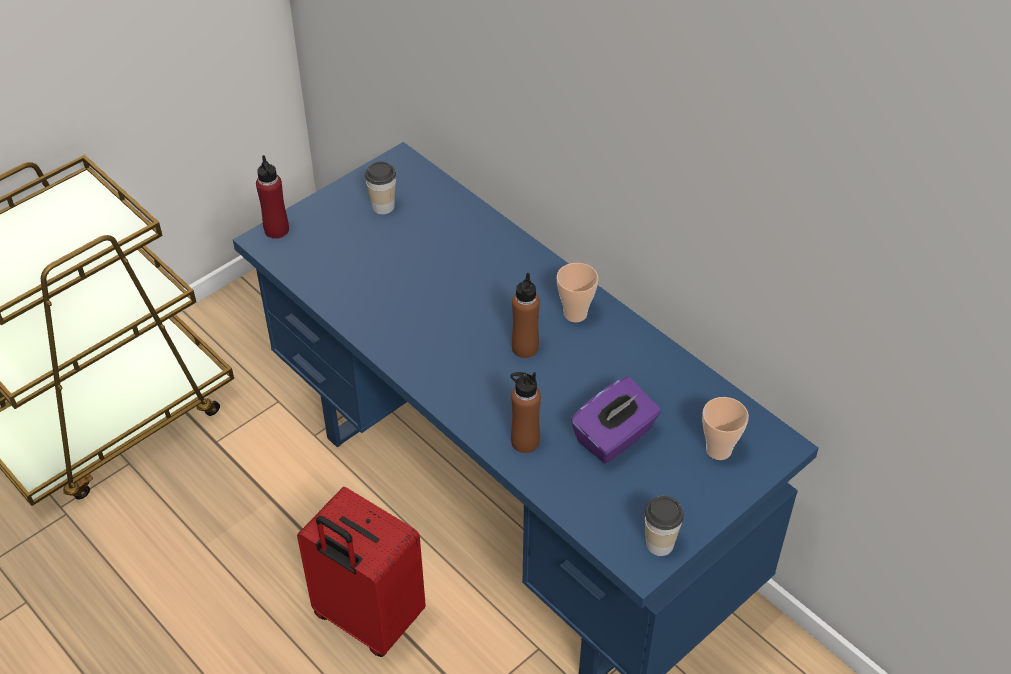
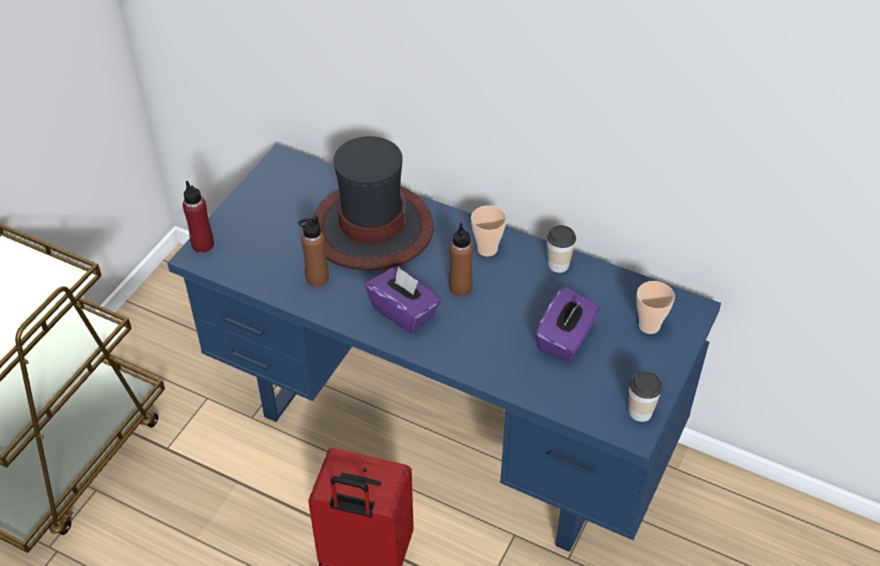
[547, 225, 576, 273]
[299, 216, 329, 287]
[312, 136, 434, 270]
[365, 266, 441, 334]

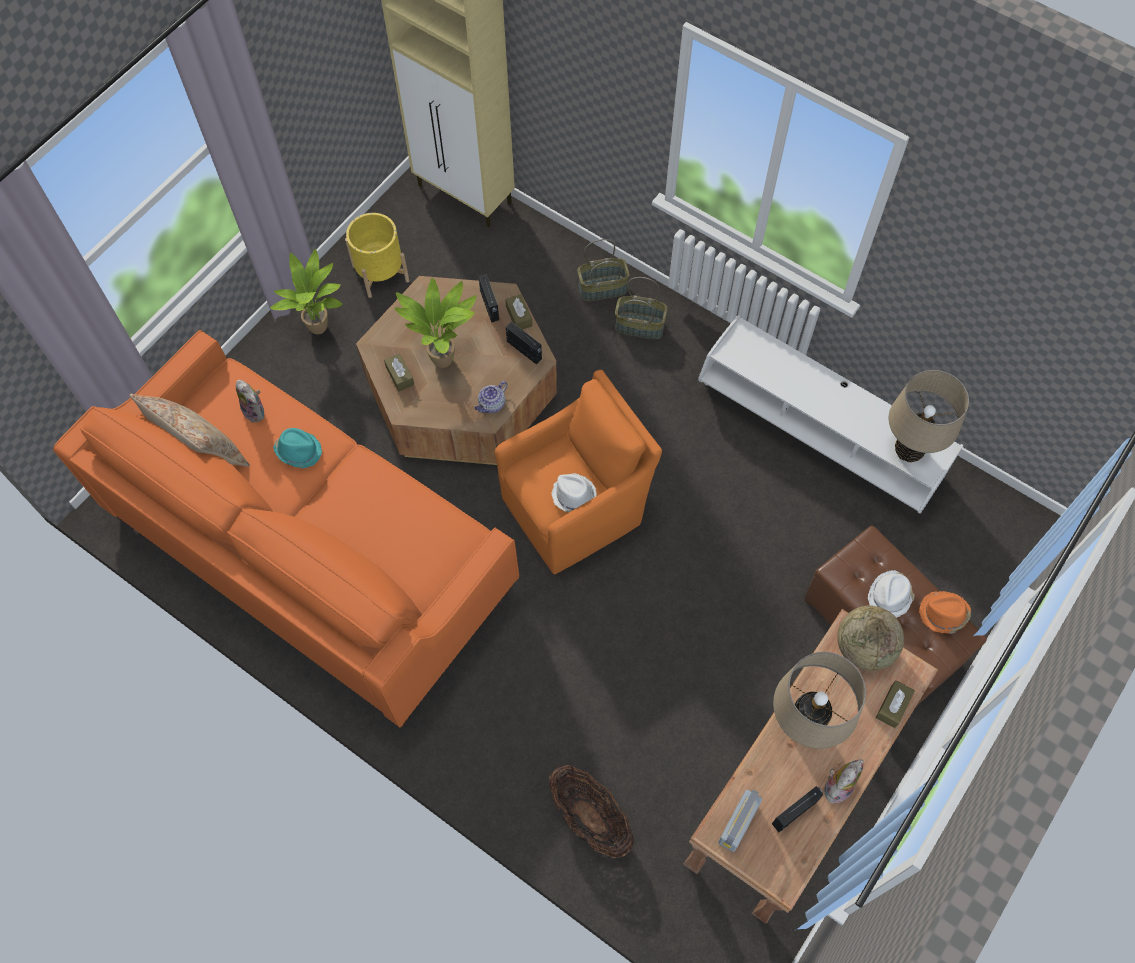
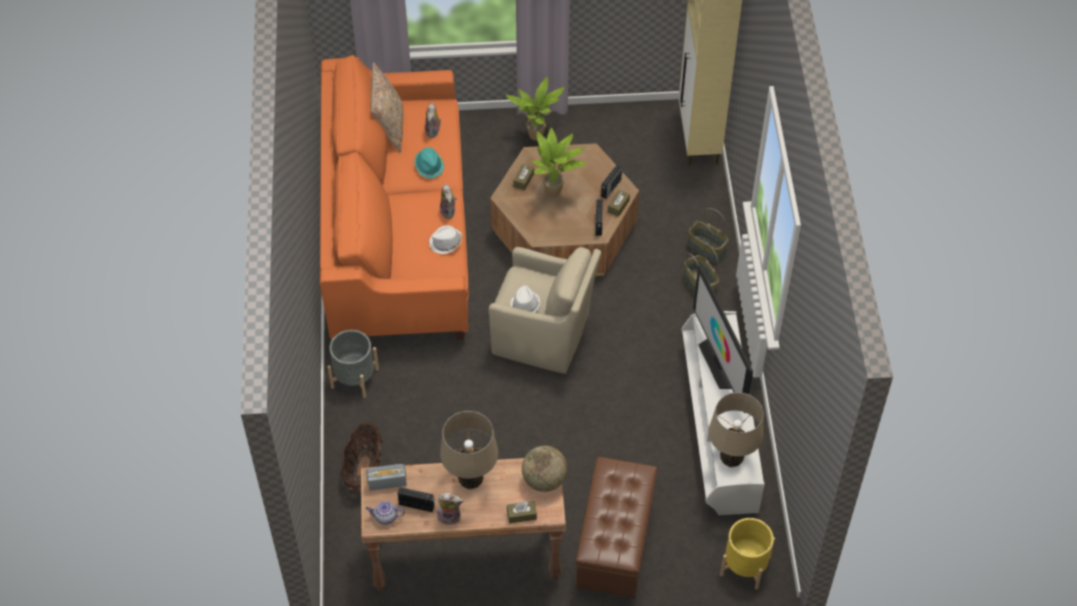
[720, 518, 775, 590]
[366, 501, 405, 525]
[489, 247, 601, 374]
[429, 226, 462, 254]
[919, 591, 971, 634] (first image)
[327, 330, 379, 398]
[440, 184, 457, 219]
[693, 264, 753, 413]

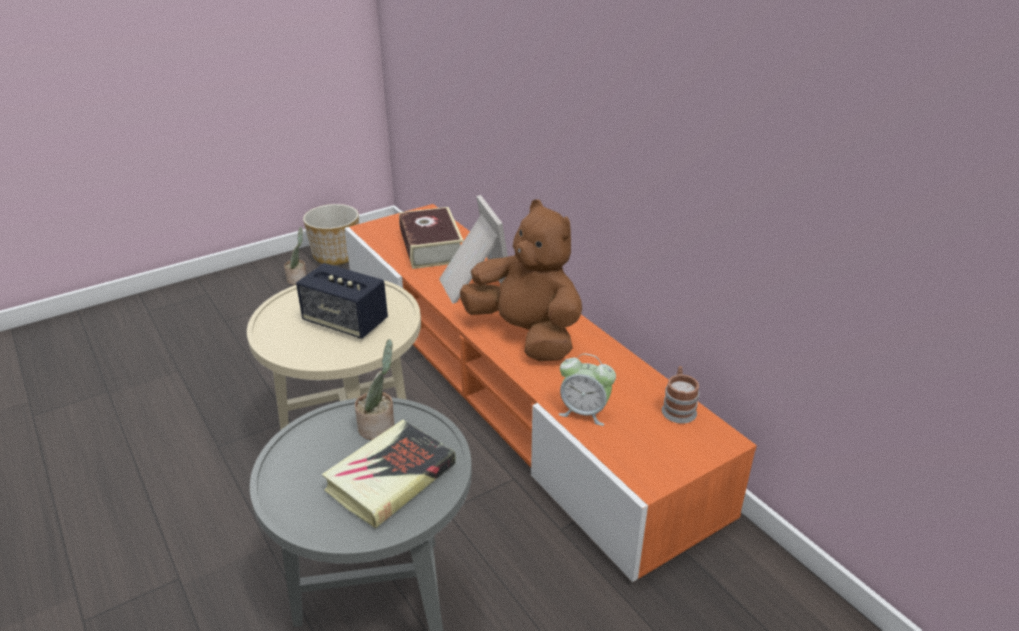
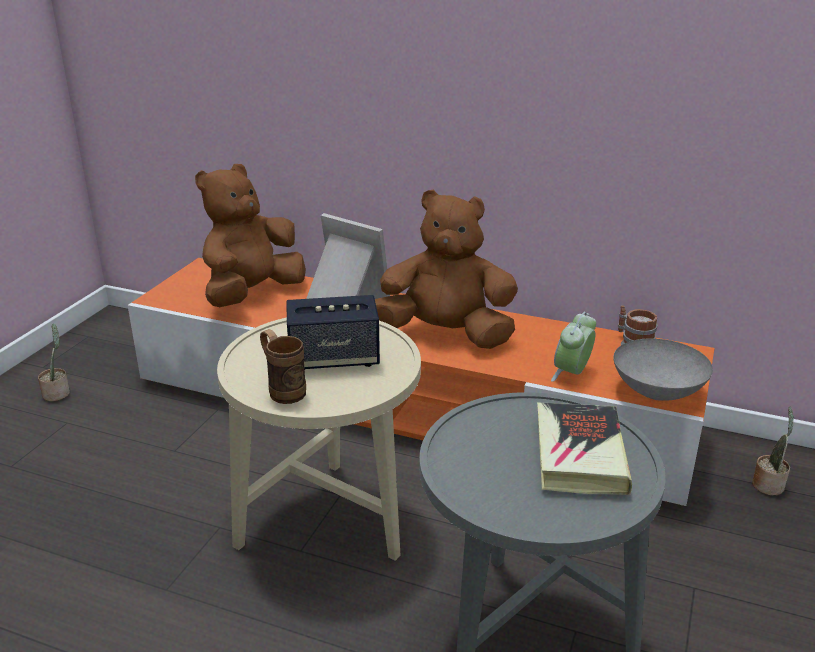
[303, 204, 359, 265] (first image)
[752, 406, 794, 495]
[195, 164, 306, 307]
[551, 312, 596, 382]
[260, 329, 306, 404]
[613, 338, 713, 401]

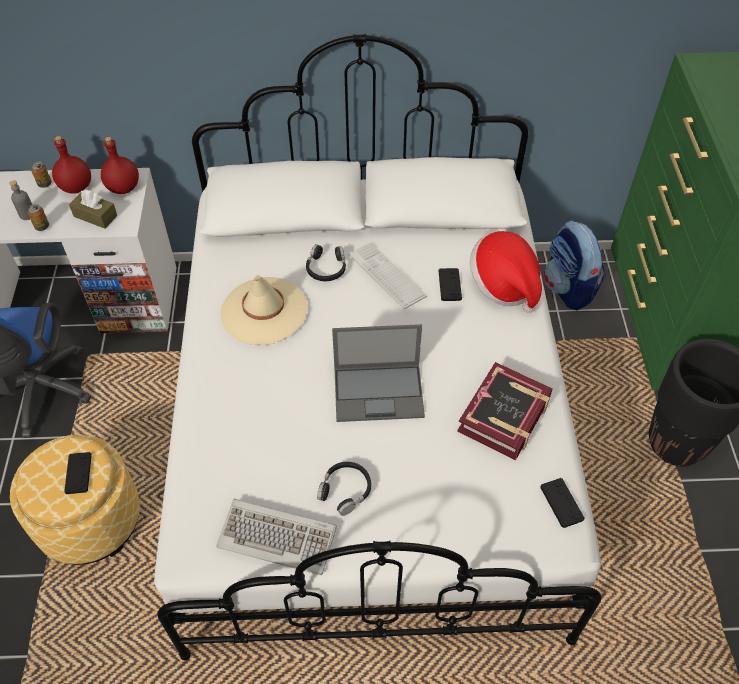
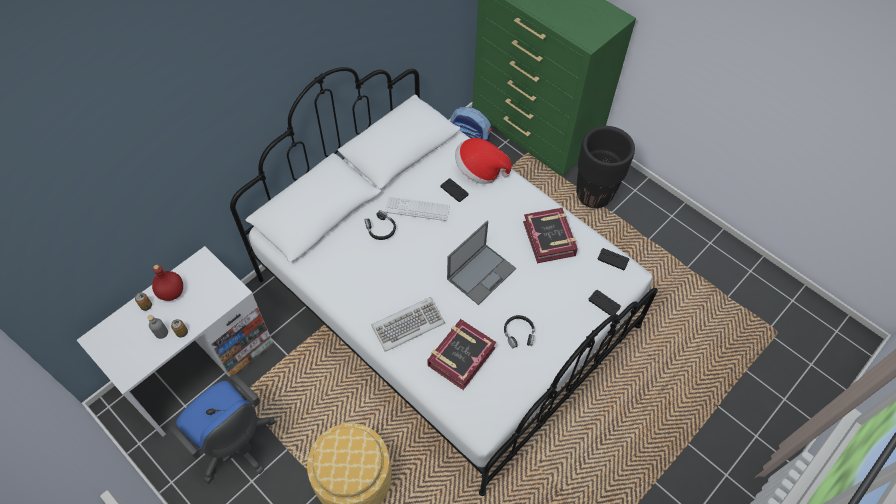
[588, 290, 621, 316]
[69, 190, 117, 229] (first image)
[101, 137, 139, 194] (first image)
[371, 297, 445, 352]
[220, 275, 308, 345] (first image)
[427, 319, 496, 390]

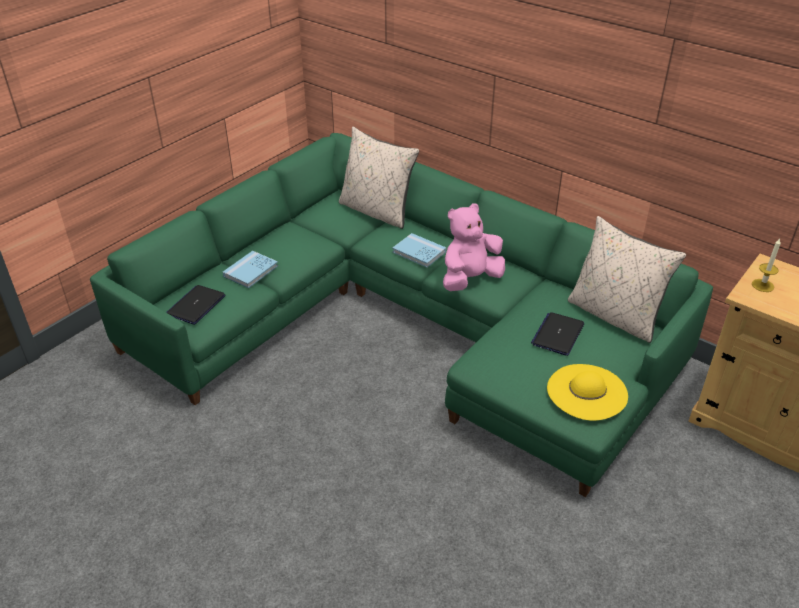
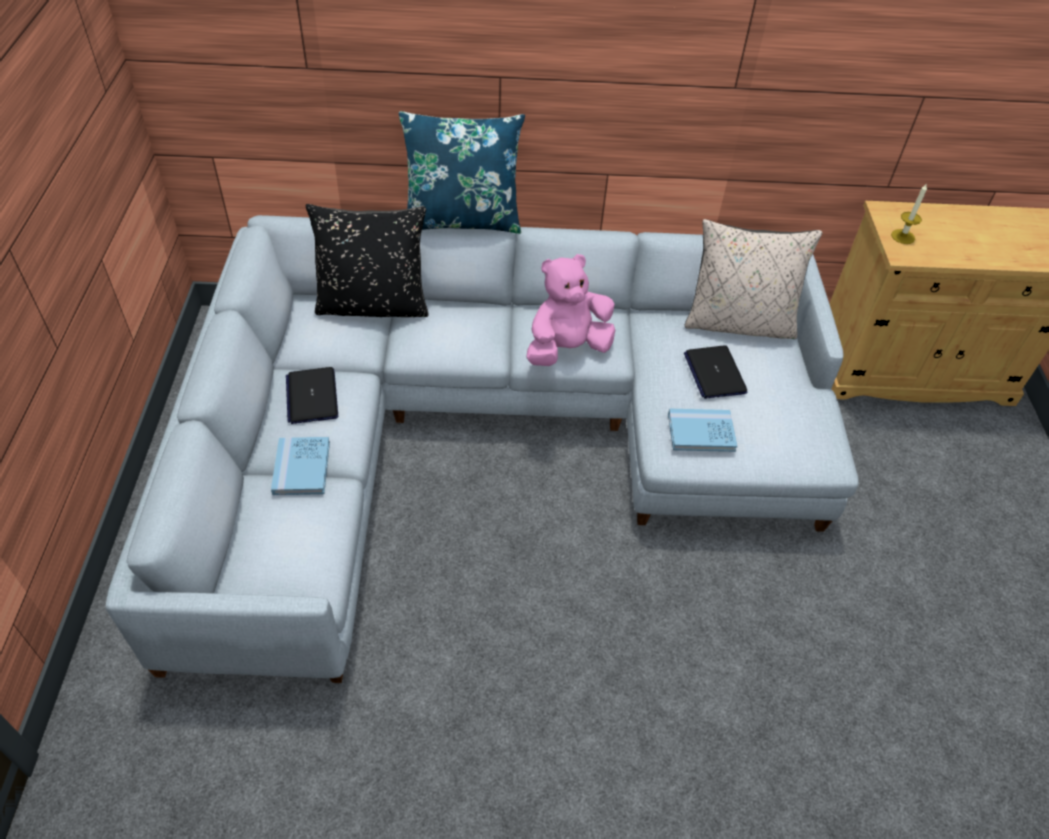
[106, 215, 859, 683]
[286, 367, 338, 424]
[306, 204, 429, 317]
[668, 409, 738, 452]
[527, 254, 615, 366]
[547, 364, 628, 421] (first image)
[399, 111, 525, 234]

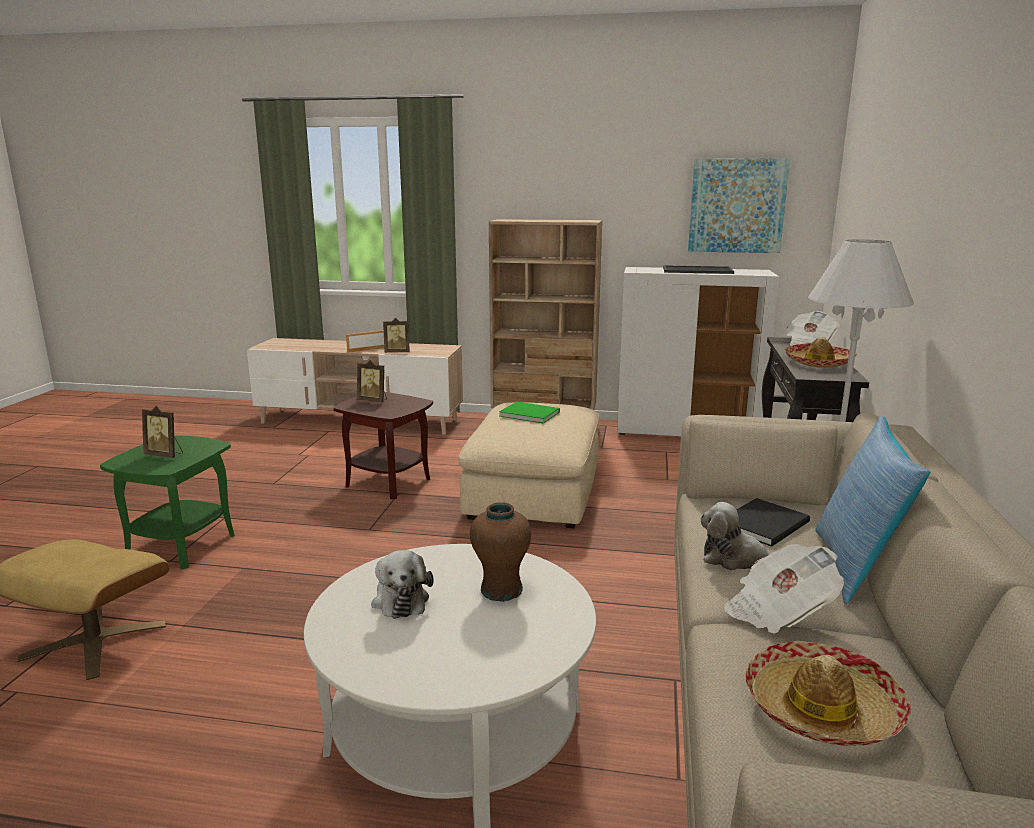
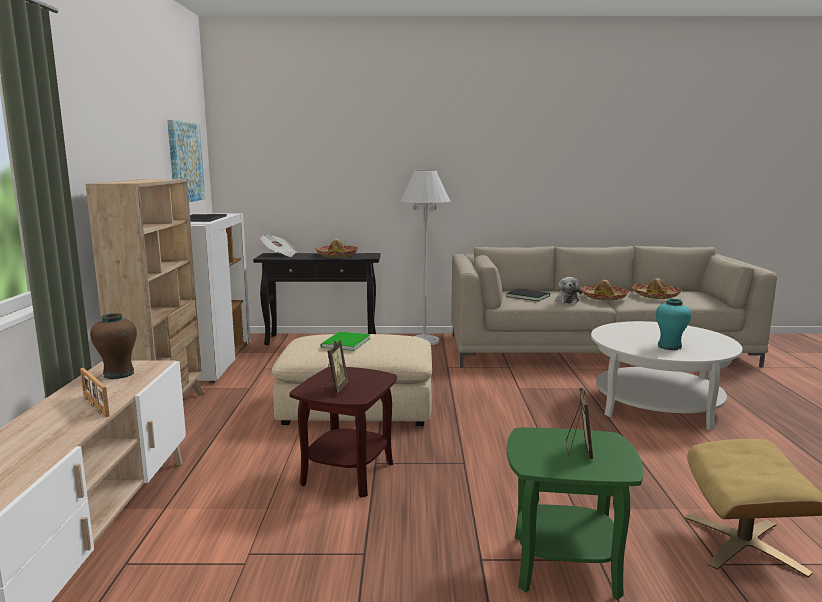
[656, 299, 691, 350]
[383, 318, 410, 353] (first image)
[90, 313, 137, 379]
[580, 280, 629, 301]
[815, 416, 931, 605] (first image)

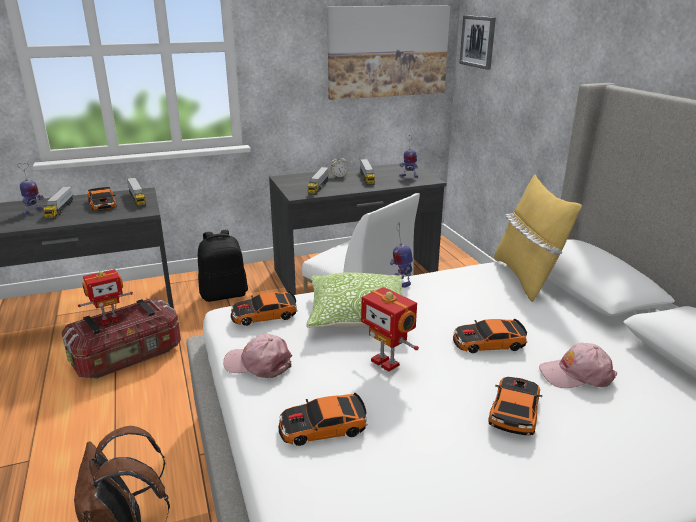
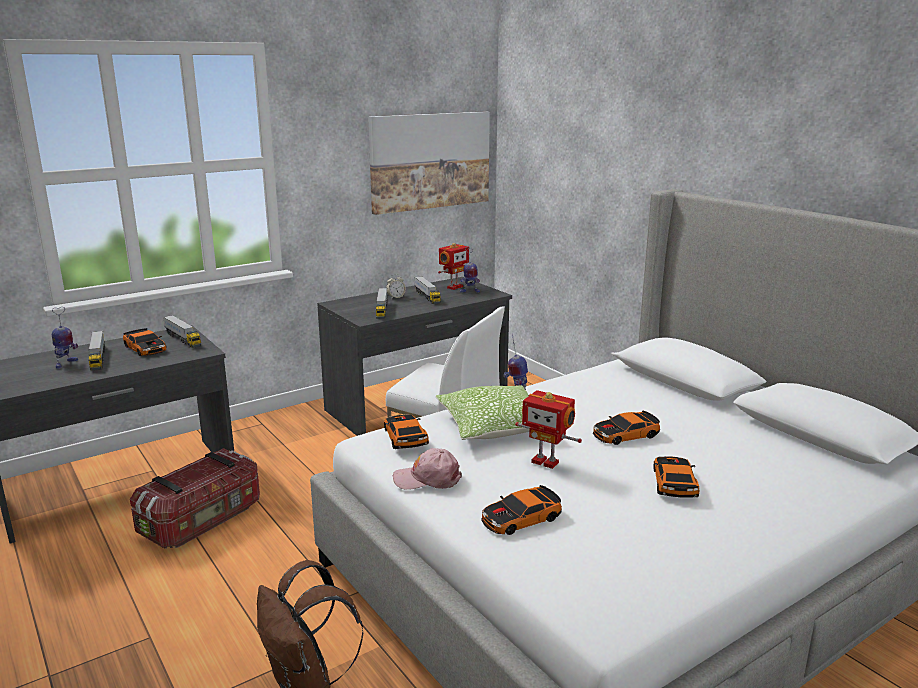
[438, 243, 469, 290]
[198, 230, 248, 302] (first image)
[384, 415, 429, 449]
[459, 15, 496, 70] (first image)
[494, 174, 582, 302] (first image)
[539, 343, 617, 388] (first image)

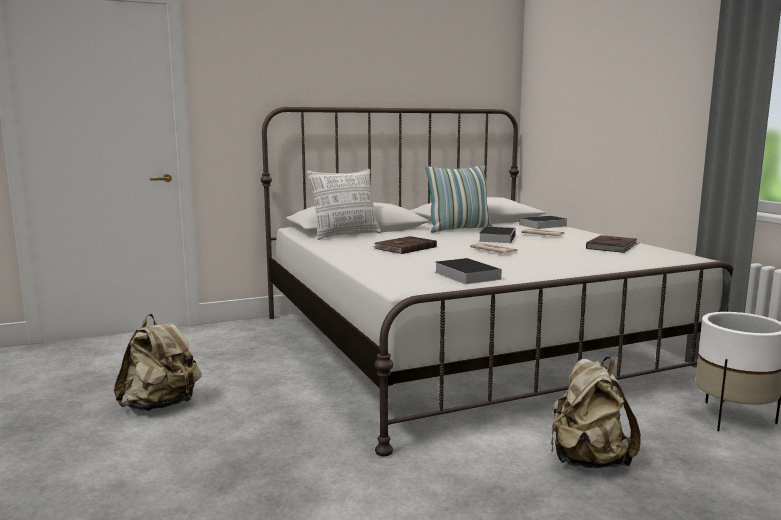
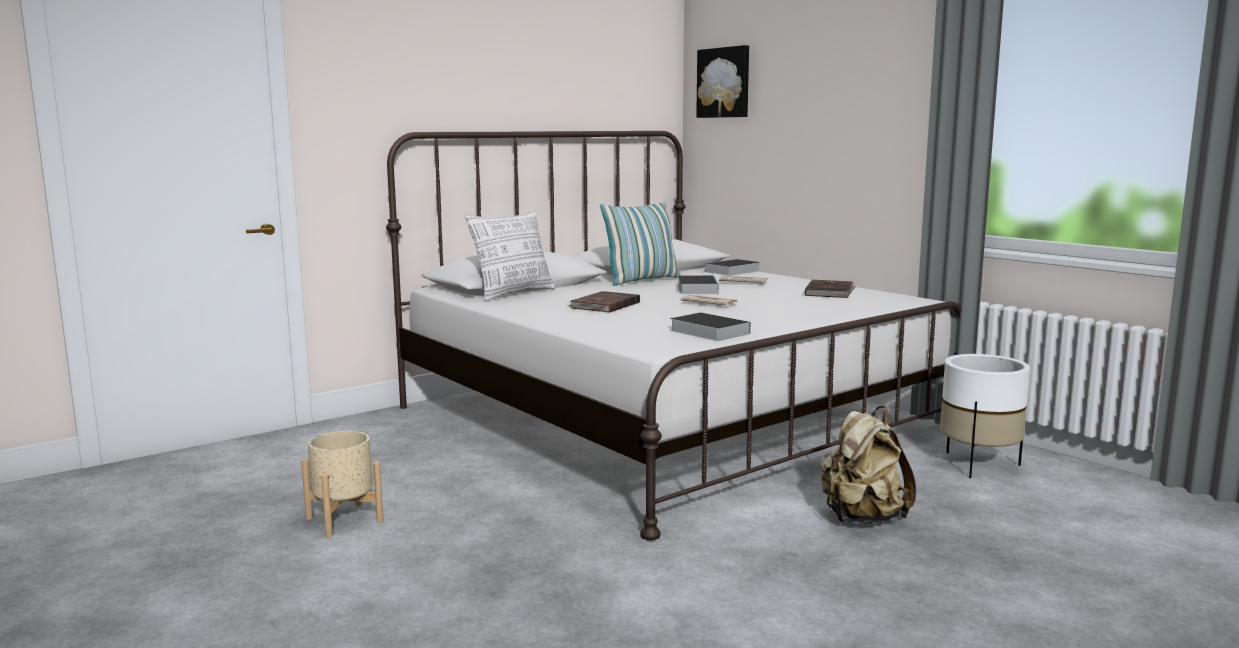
[301, 431, 384, 537]
[696, 45, 749, 118]

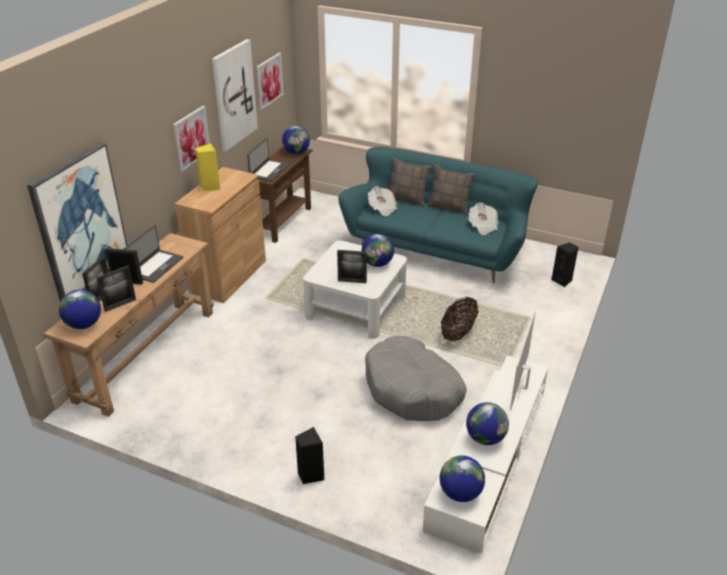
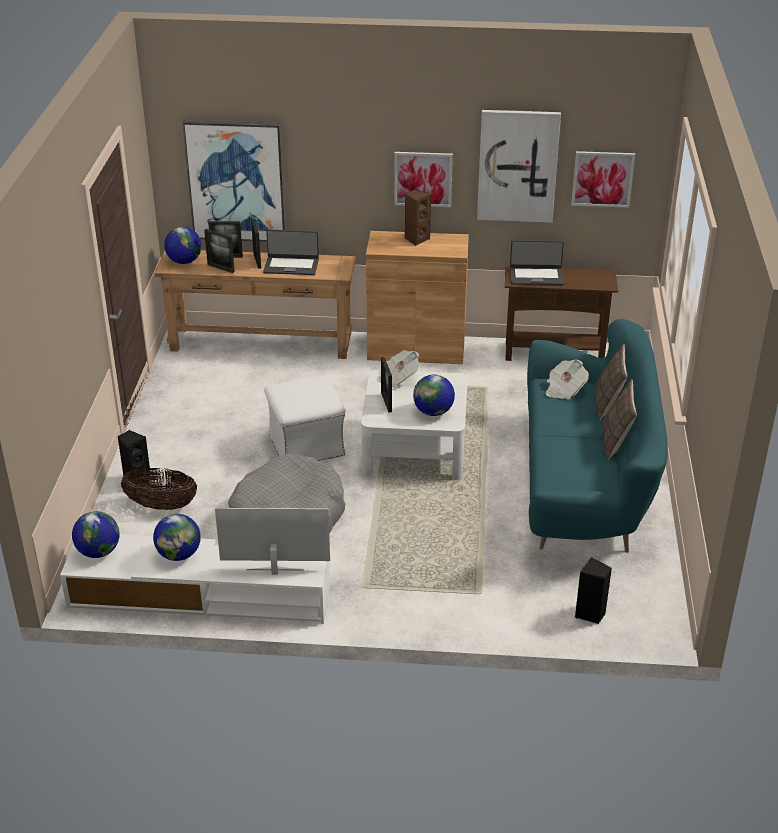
[405, 189, 431, 246]
[282, 126, 310, 154] (first image)
[121, 467, 197, 510]
[377, 350, 420, 388]
[264, 376, 345, 461]

